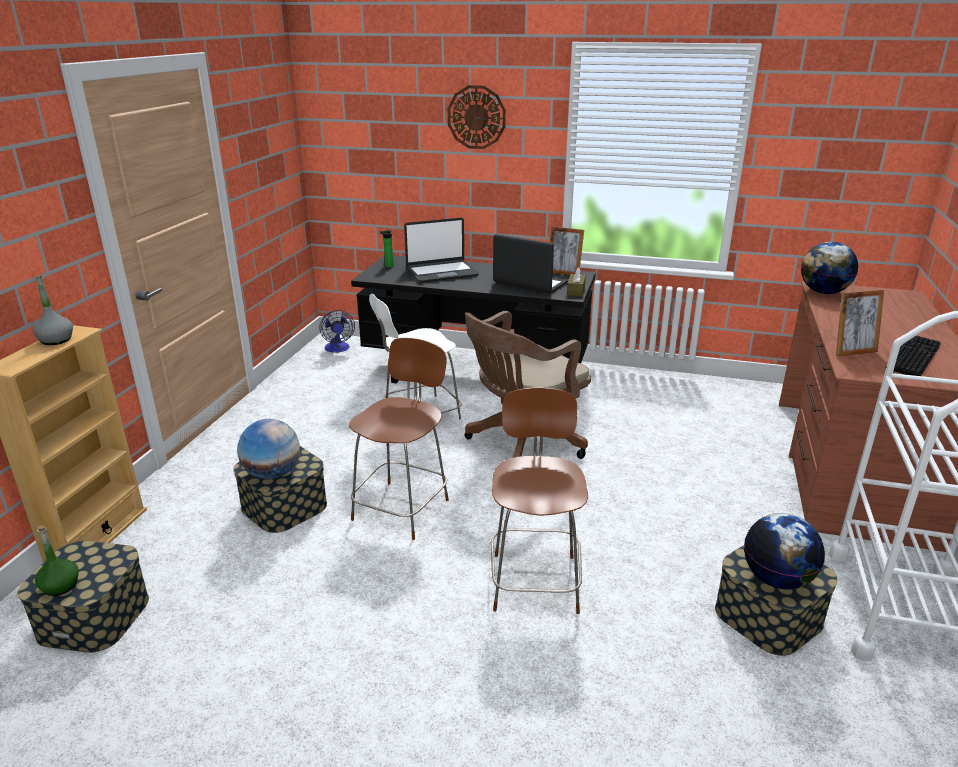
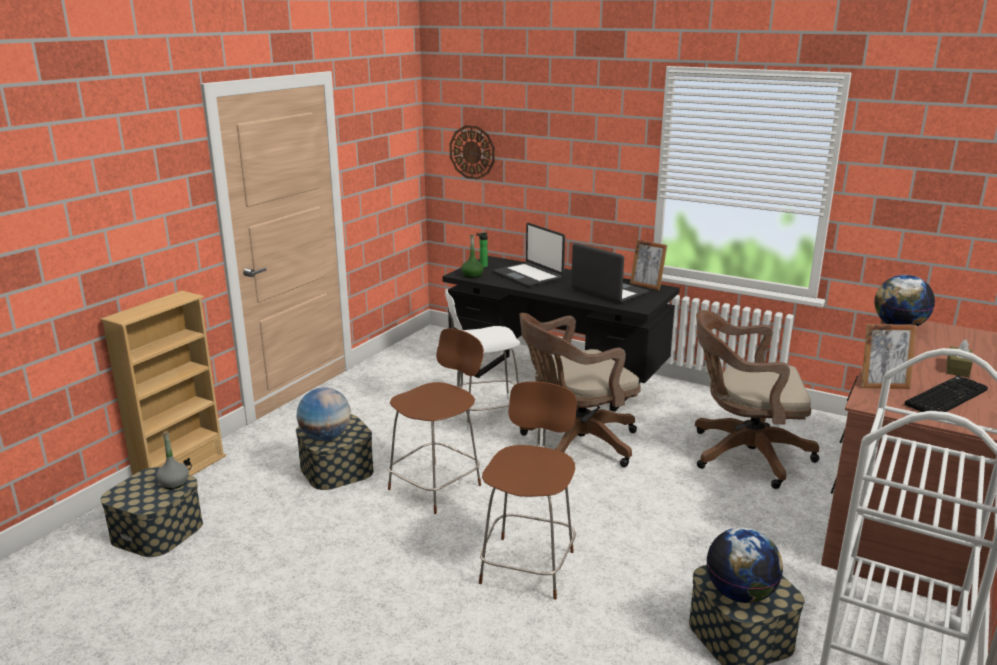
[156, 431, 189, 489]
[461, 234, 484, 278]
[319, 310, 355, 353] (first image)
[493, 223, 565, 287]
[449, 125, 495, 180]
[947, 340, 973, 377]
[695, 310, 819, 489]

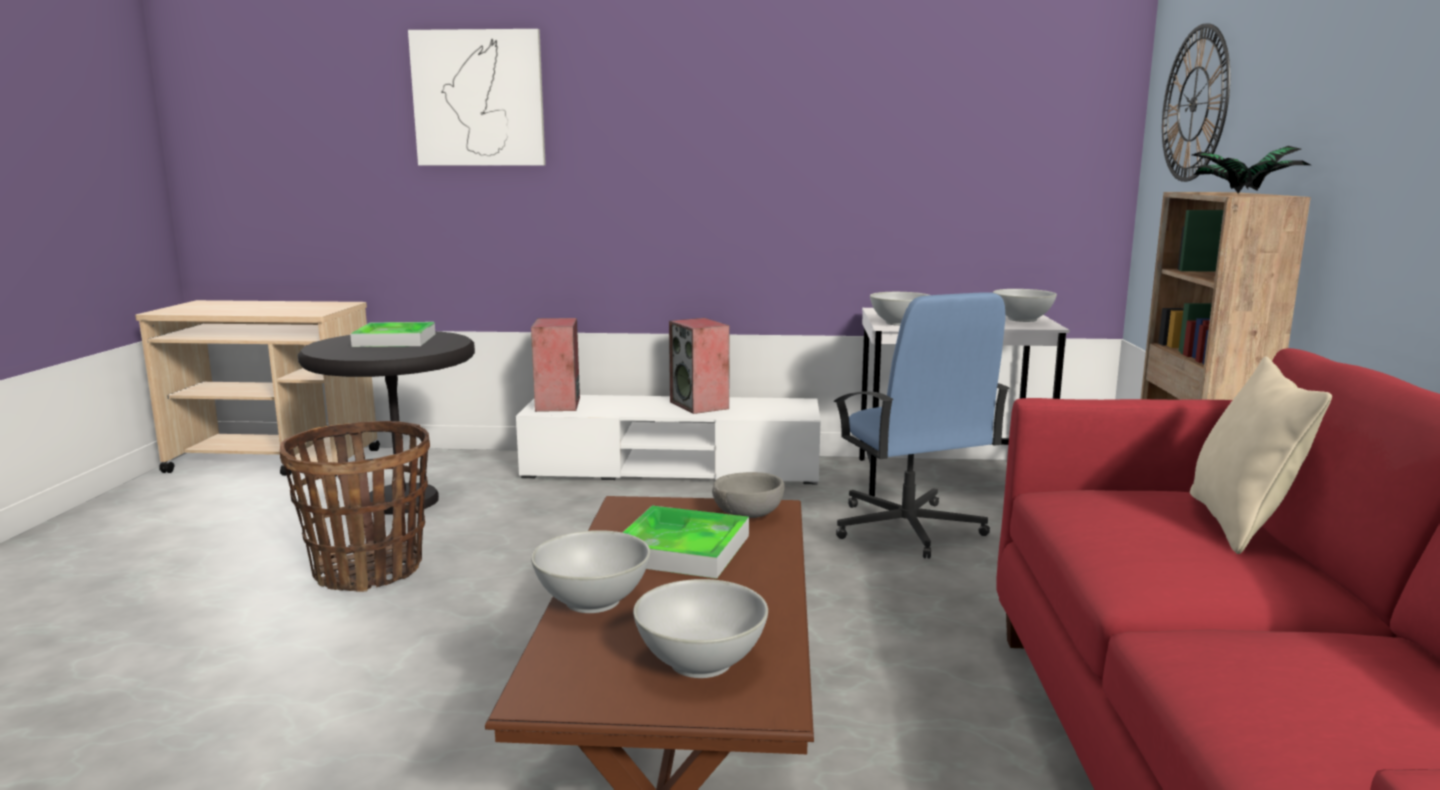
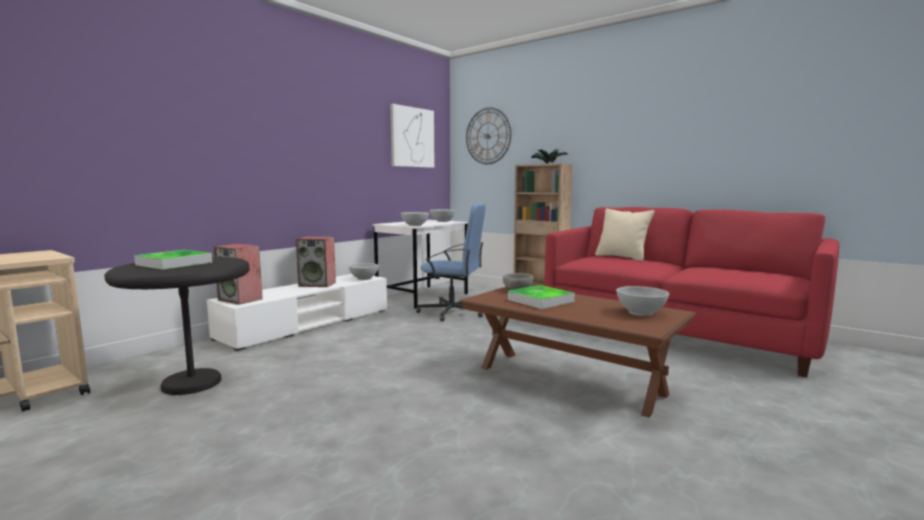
[280, 421, 430, 592] (first image)
[390, 104, 434, 168]
[349, 263, 379, 280]

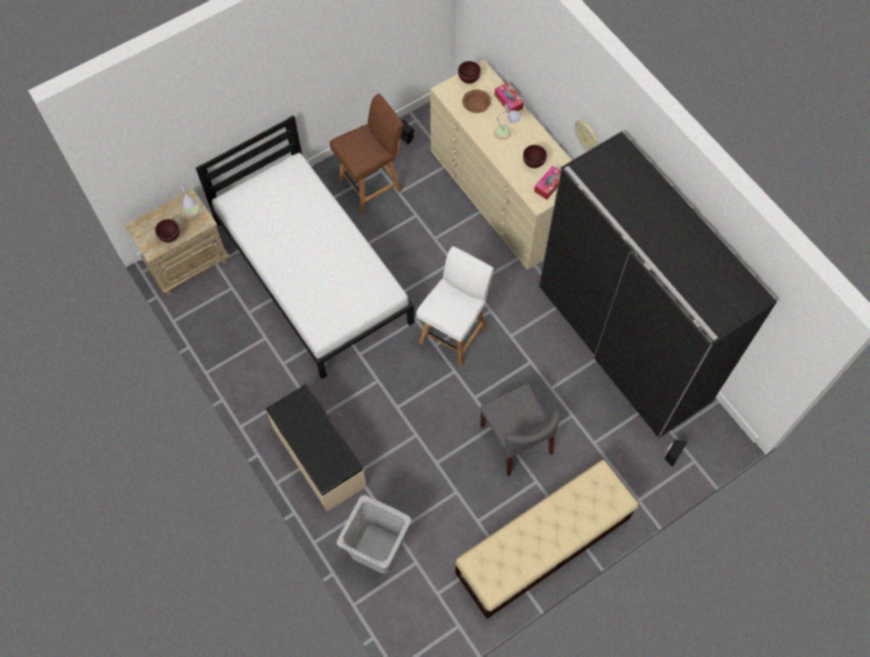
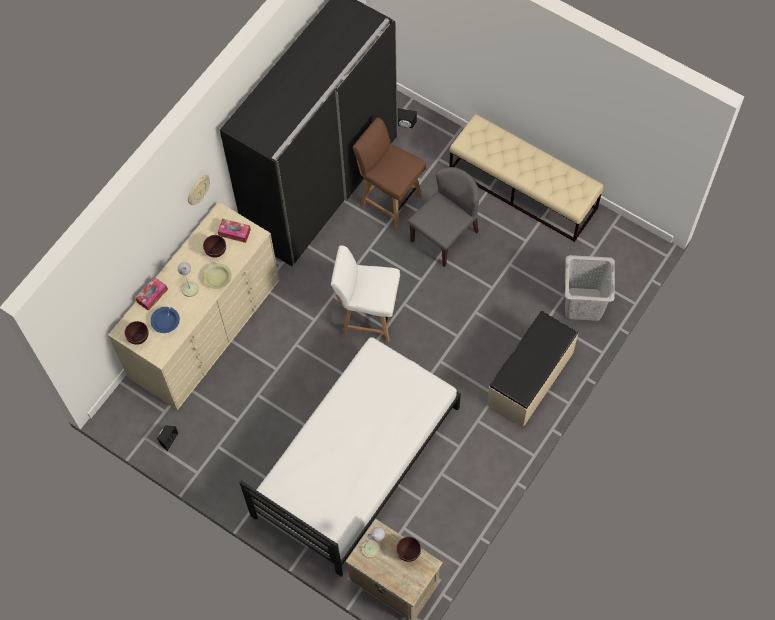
[353, 117, 426, 228]
[150, 307, 180, 333]
[203, 263, 232, 289]

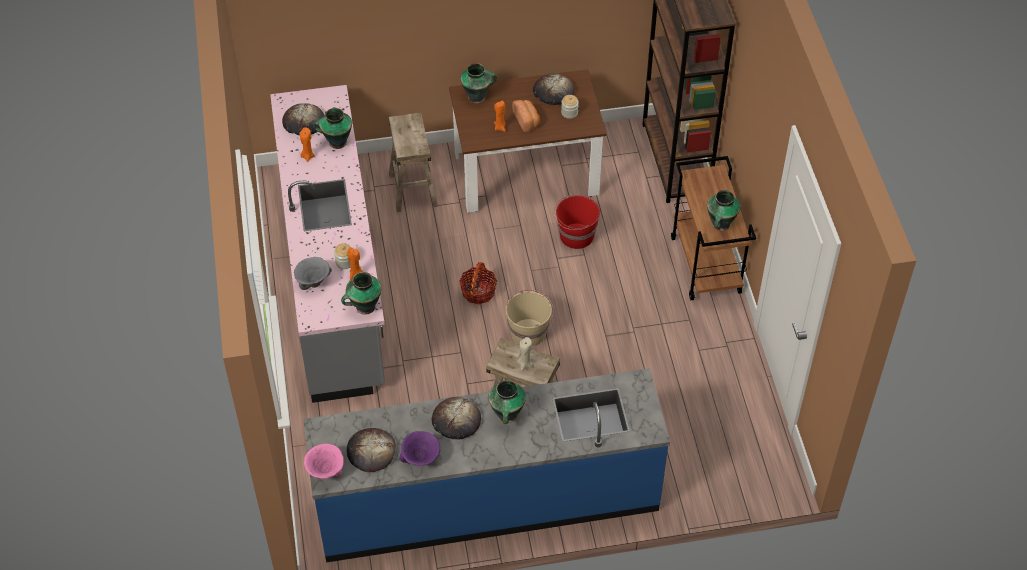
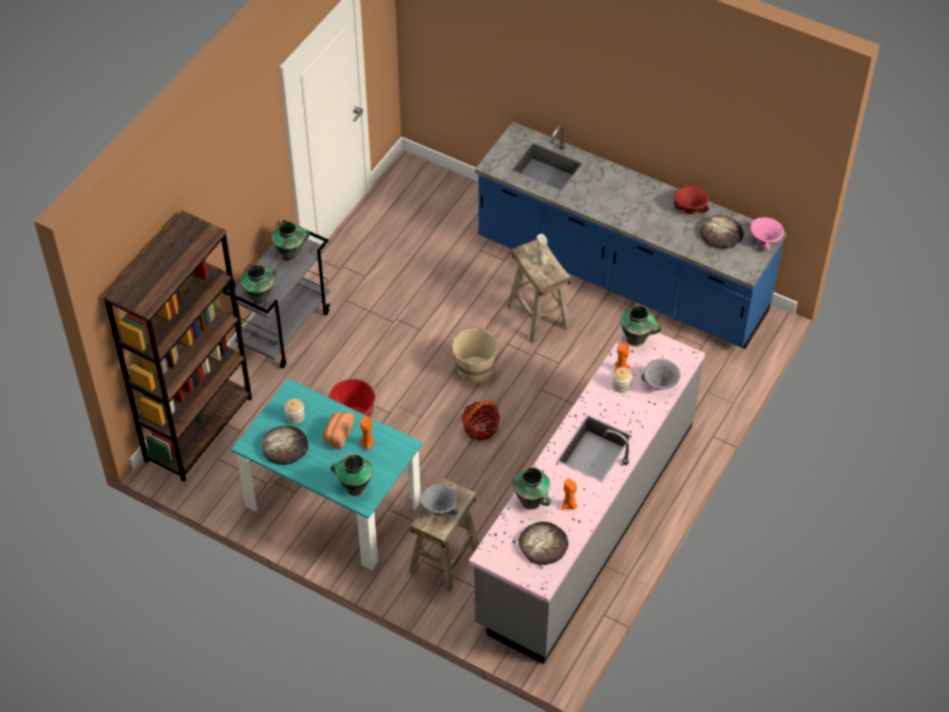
[674, 186, 709, 214]
[432, 397, 481, 440] (first image)
[231, 378, 423, 570]
[241, 264, 276, 305]
[222, 220, 330, 369]
[420, 484, 458, 516]

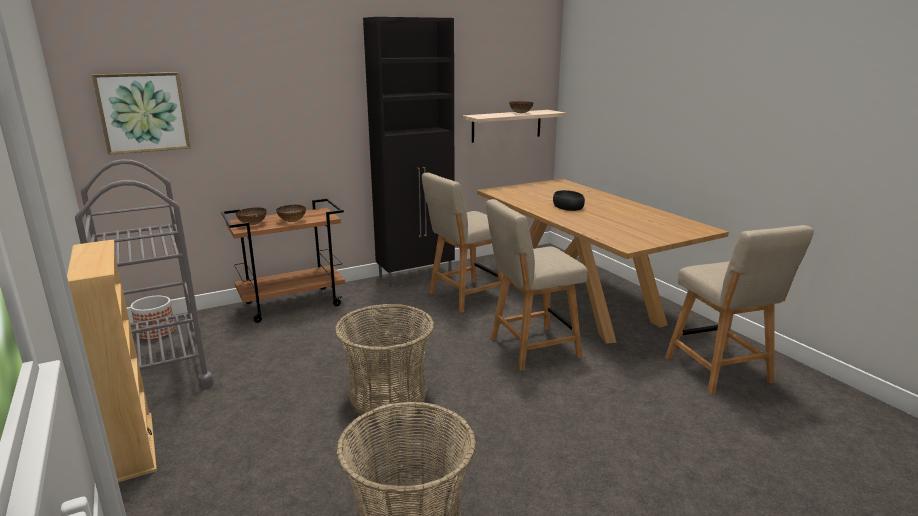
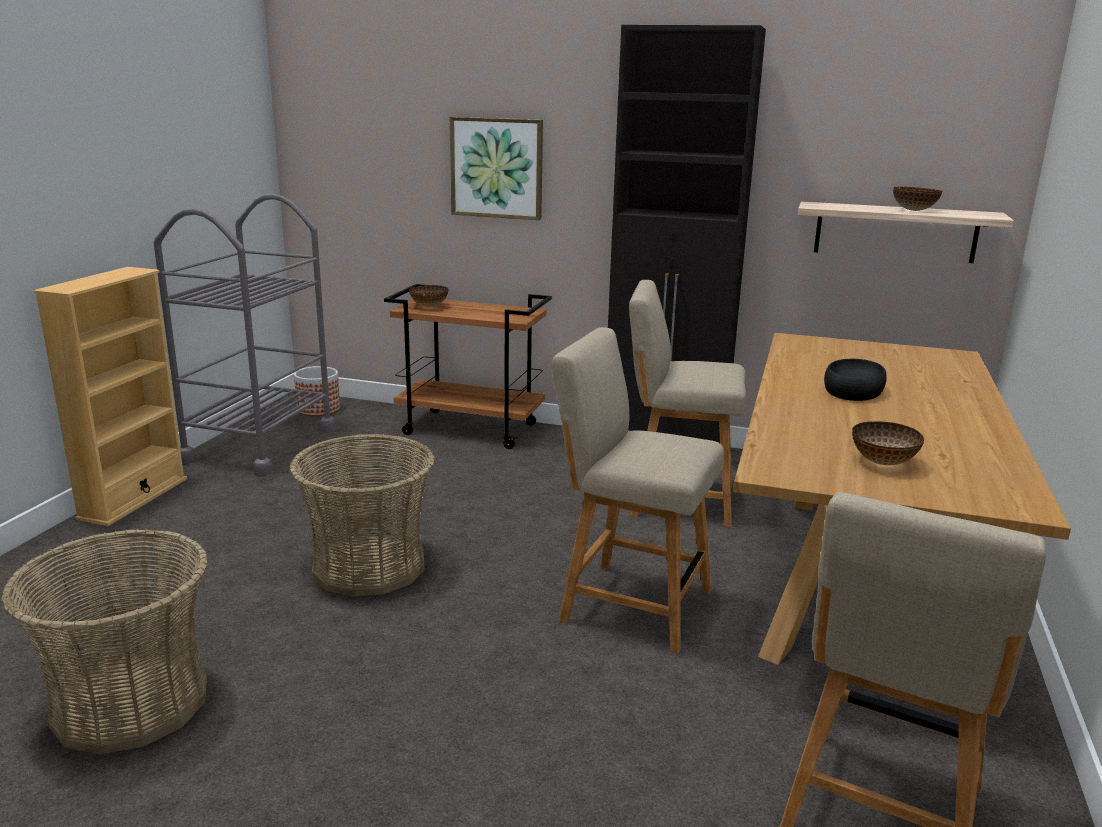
[450, 117, 543, 220]
[852, 421, 924, 465]

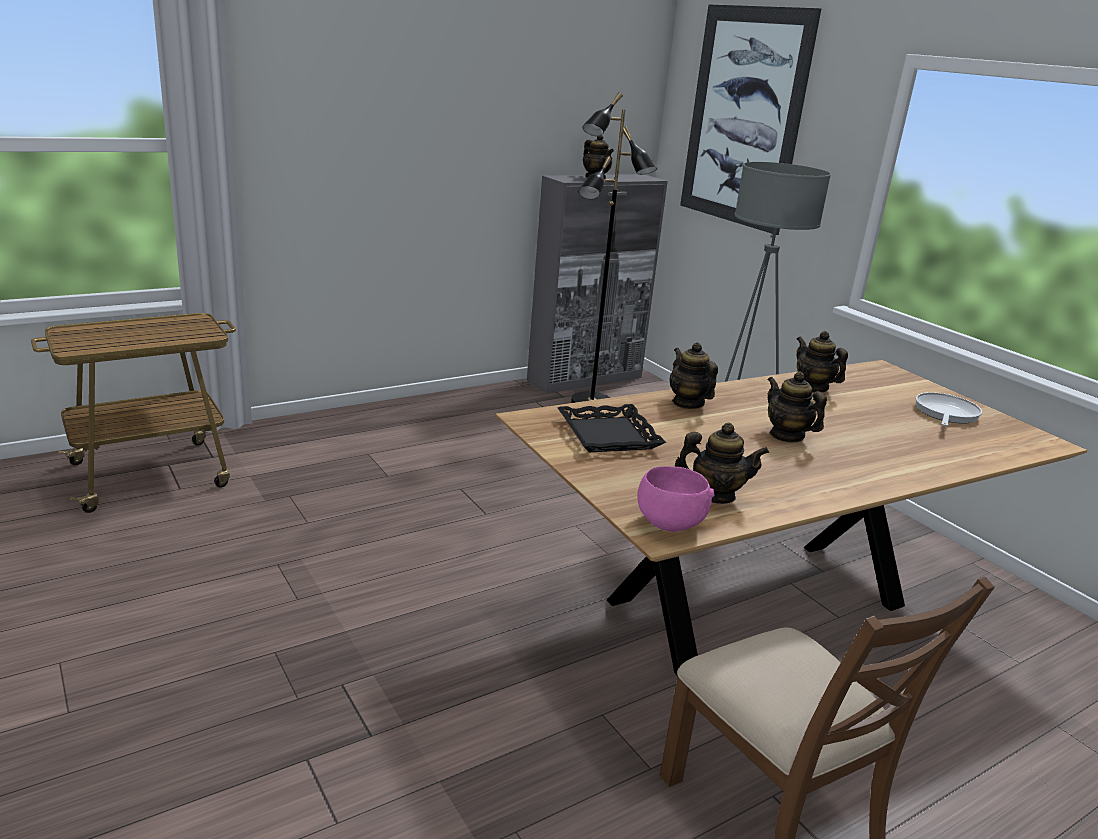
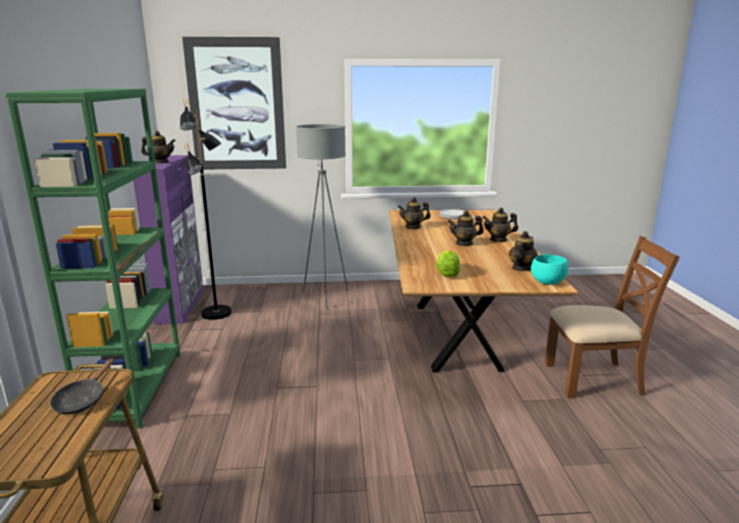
[133, 155, 203, 324]
[436, 250, 460, 277]
[531, 254, 569, 285]
[482, 207, 518, 242]
[5, 89, 180, 428]
[50, 359, 113, 415]

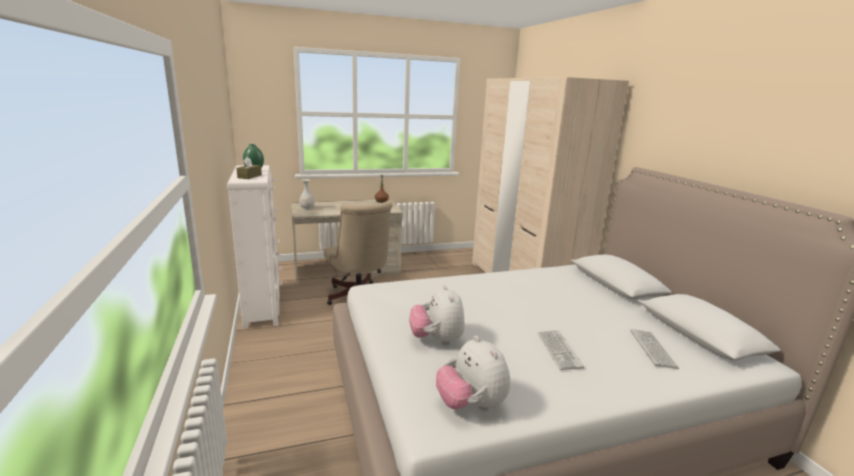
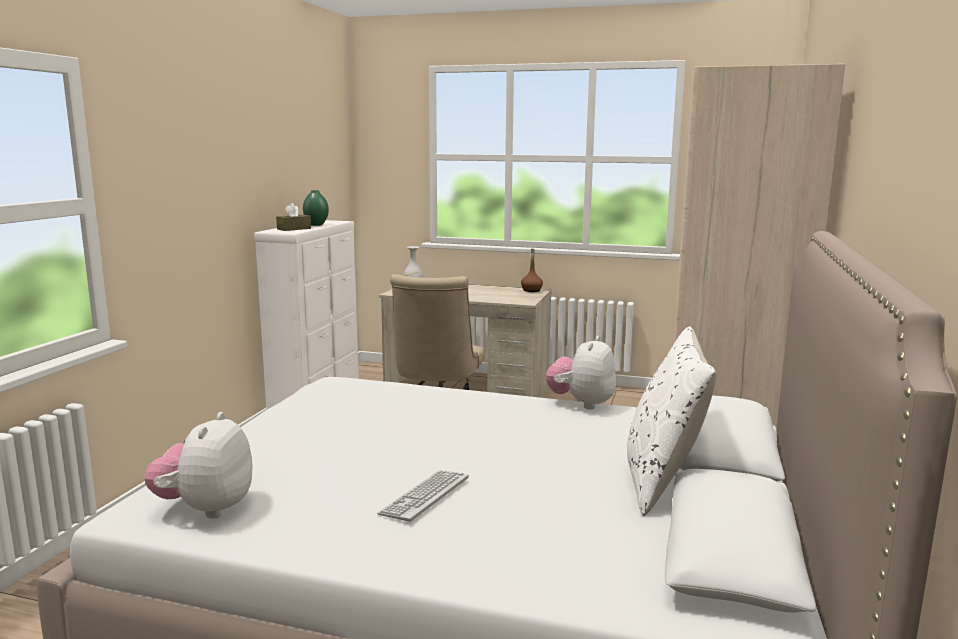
[546, 336, 616, 409]
[630, 329, 679, 369] (first image)
[627, 326, 717, 516]

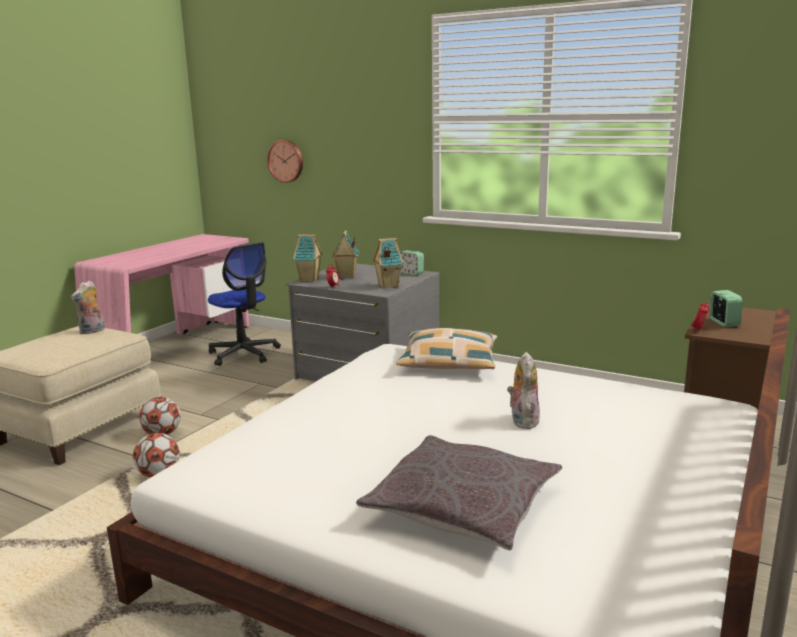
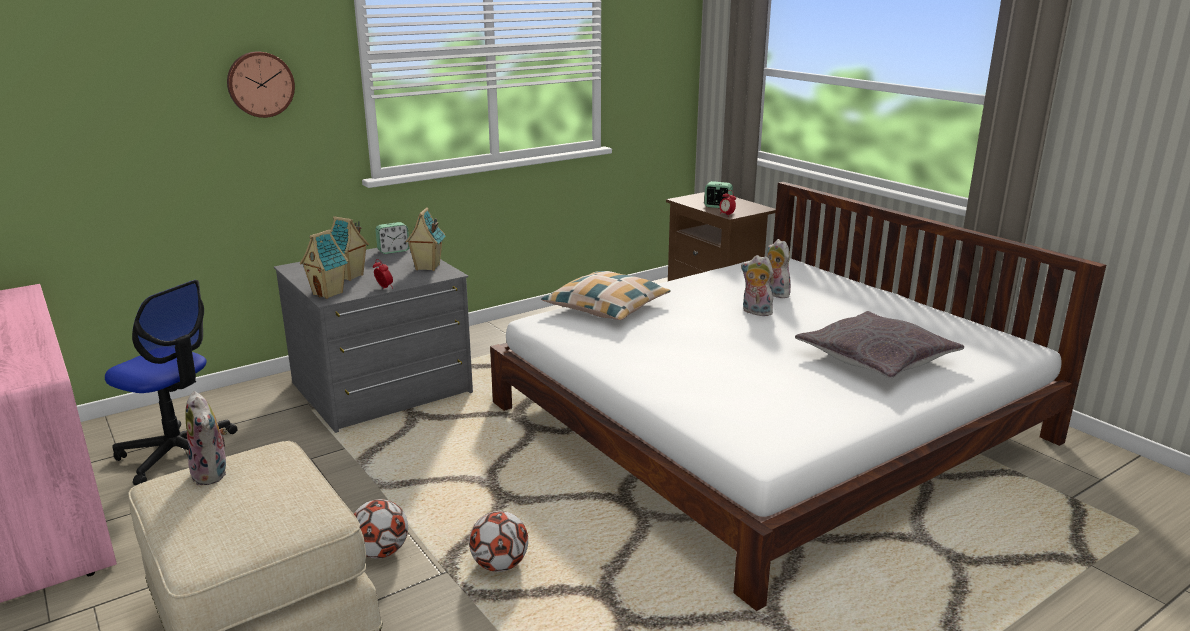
[105, 280, 237, 485]
[227, 52, 295, 118]
[767, 239, 791, 298]

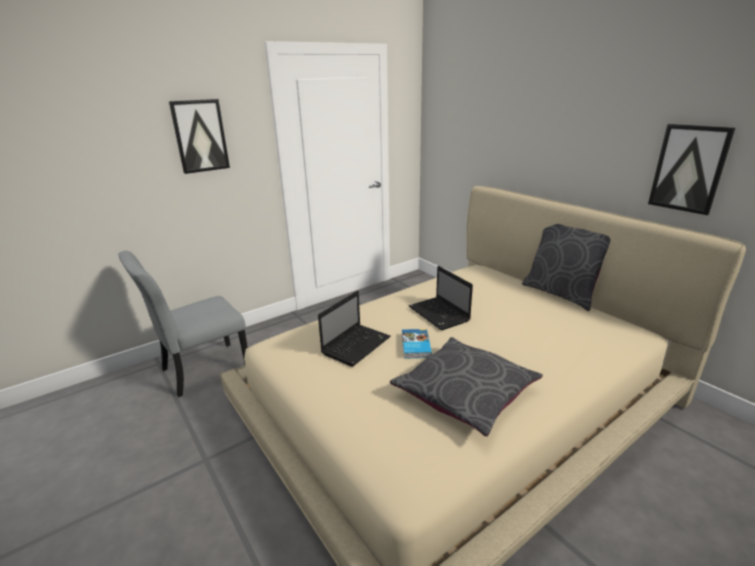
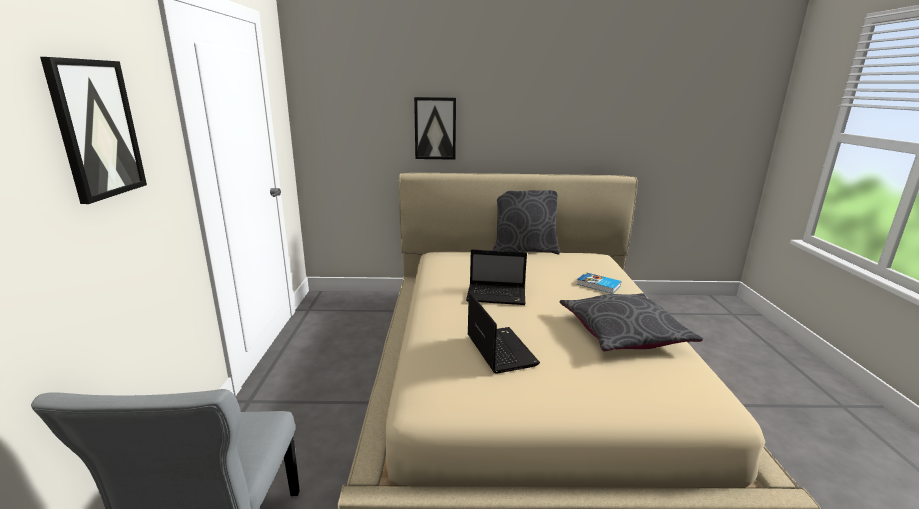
[577, 272, 621, 294]
[414, 97, 456, 160]

